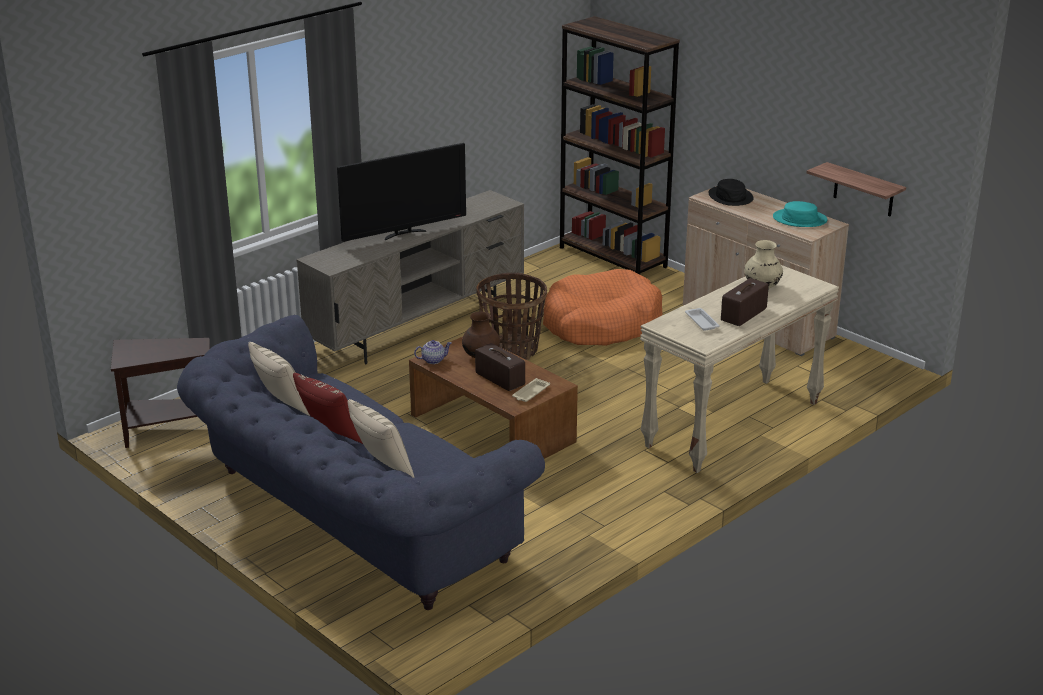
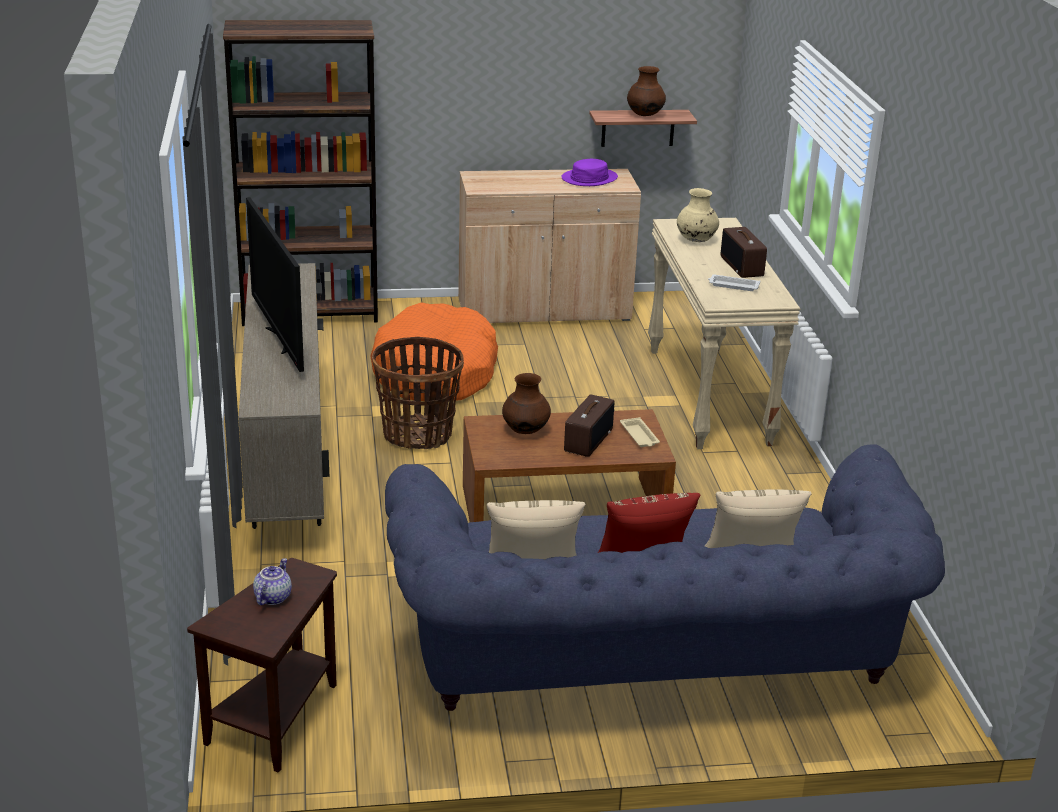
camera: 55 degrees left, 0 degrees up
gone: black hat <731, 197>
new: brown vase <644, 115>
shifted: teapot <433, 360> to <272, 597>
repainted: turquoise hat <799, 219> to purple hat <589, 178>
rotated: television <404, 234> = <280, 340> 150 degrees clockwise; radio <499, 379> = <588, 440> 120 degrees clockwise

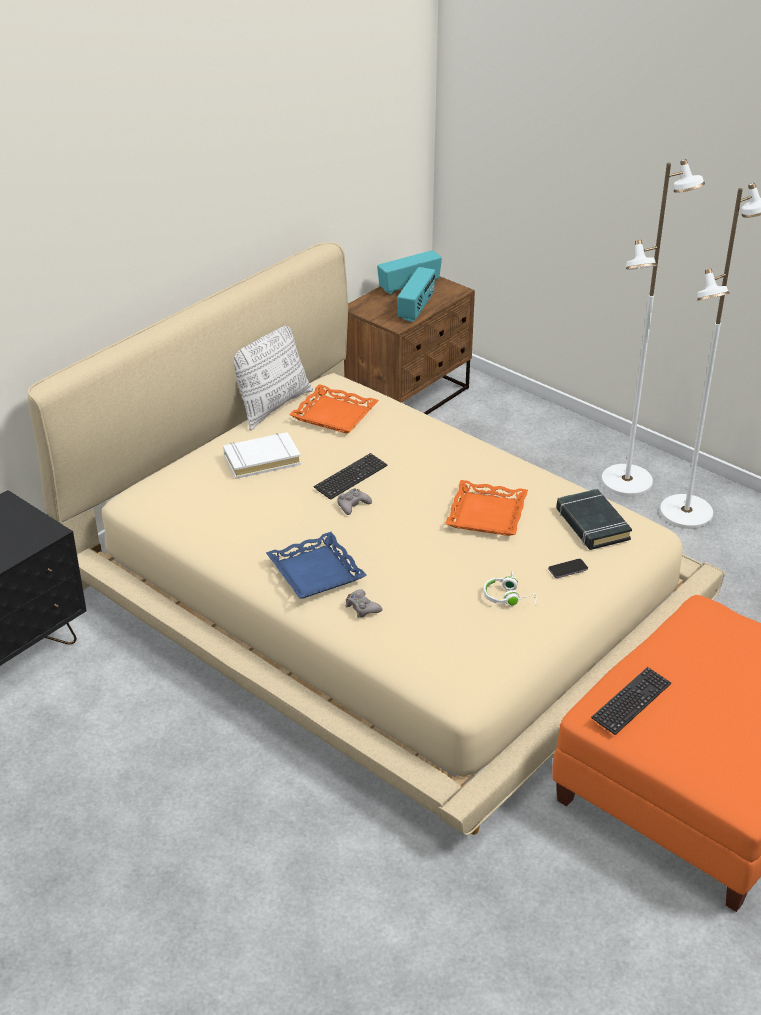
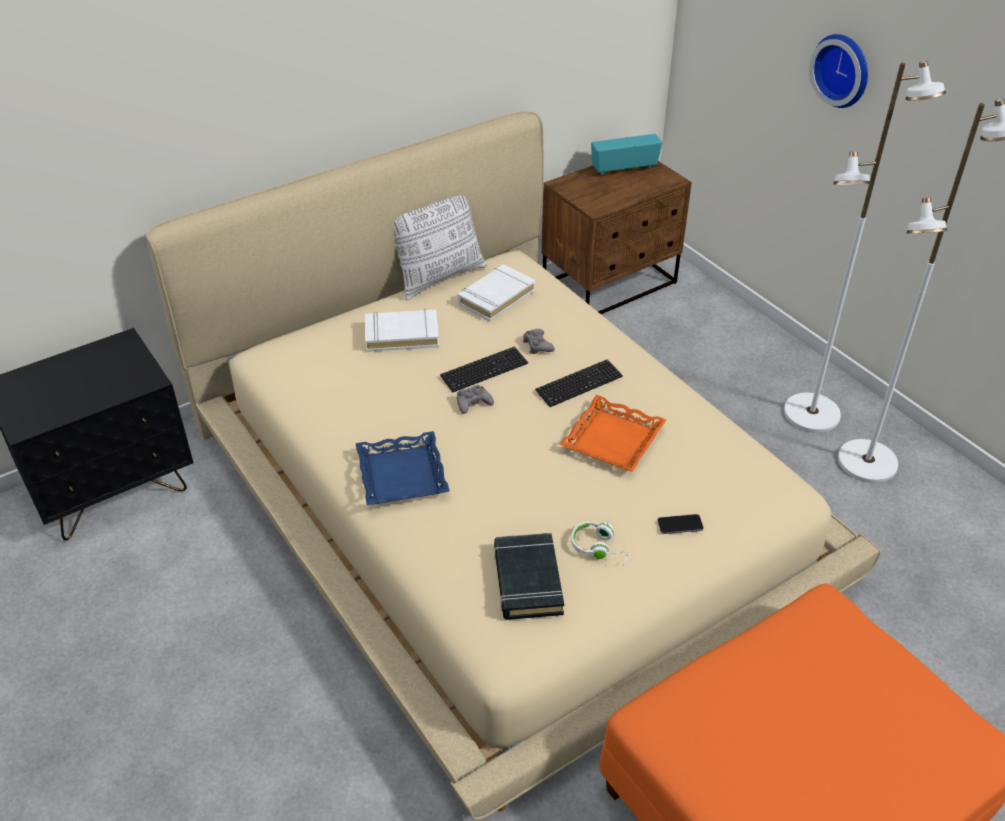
camera: 15 degrees right, 5 degrees up
gone: radio <416, 308>
new: wall clock <843, 69>
shifted: grey game controller <362, 608> to <537, 345>; black book <592, 524> to <527, 581>; keyboard <631, 702> to <579, 384>
swapped: orange tray <334, 415> to white book <496, 297>

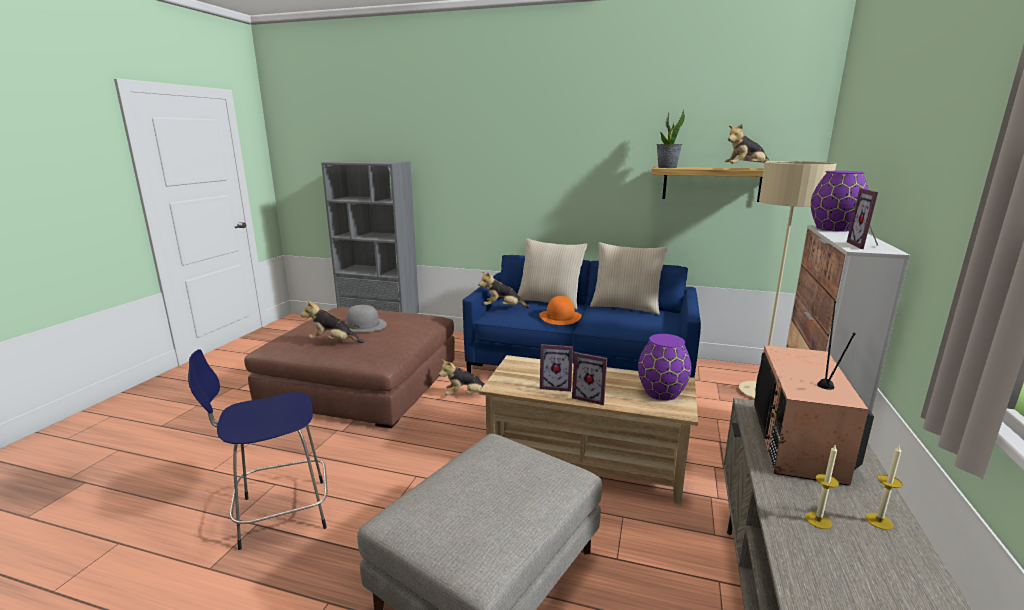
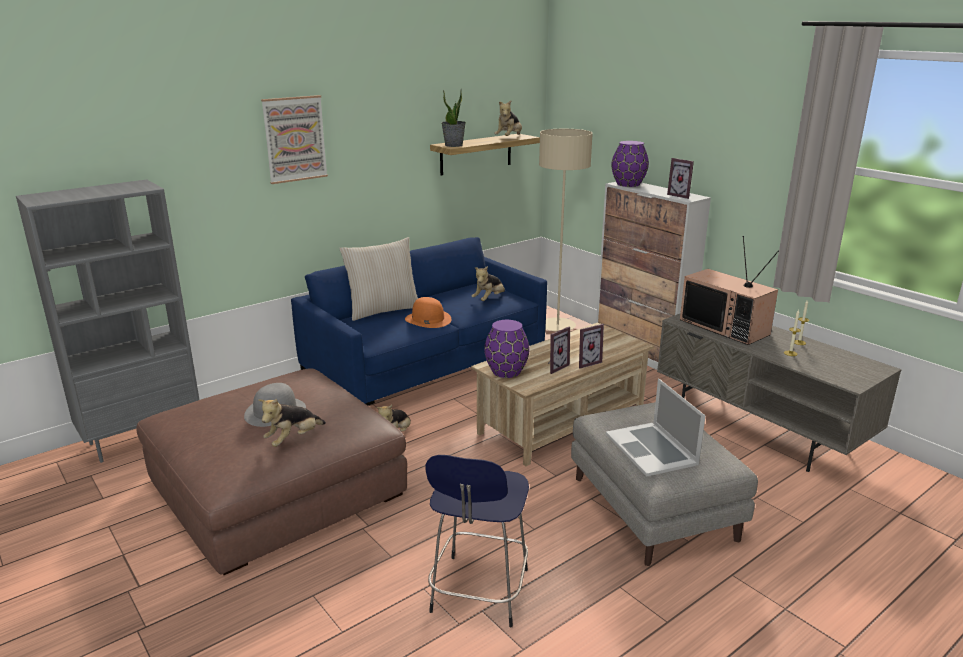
camera: 55 degrees left, 5 degrees up
gone: beige pillow <625, 307>
new: picture <294, 139>; laptop <651, 449>
shifted: plush toy <503, 308> to <489, 299>; purple vase <661, 392> to <506, 371>

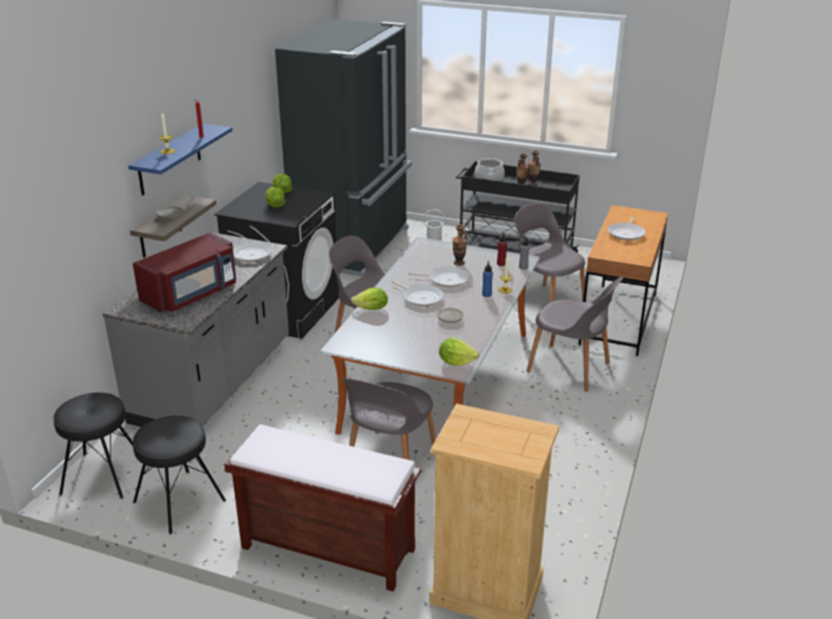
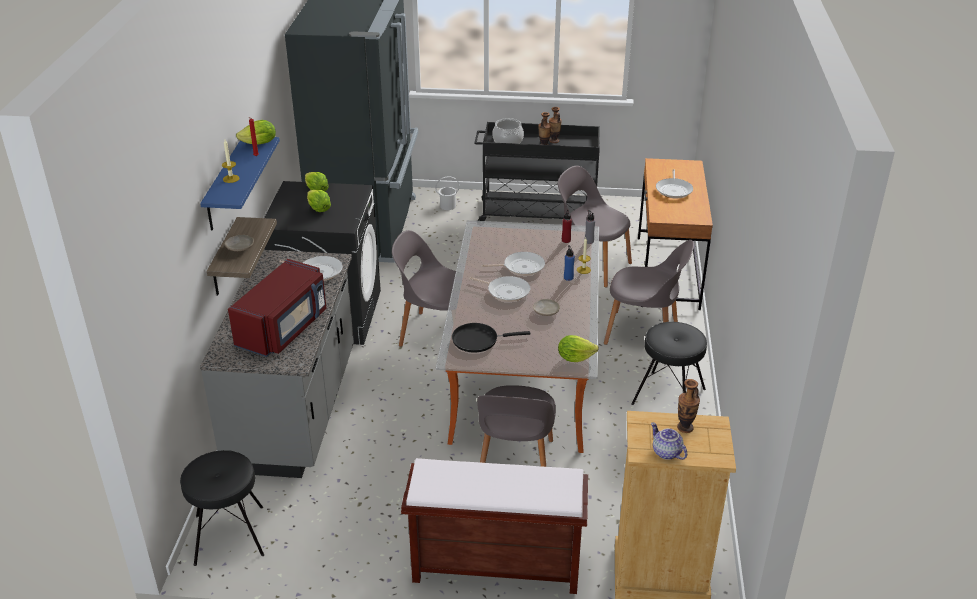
camera: 15 degrees left, 5 degrees up
new: black frying pan <478, 340>; teapot <666, 452>
shifted: black stool <180, 501> to <669, 396>; lettuce <371, 309> to <259, 143>; vase <459, 263> to <685, 427>

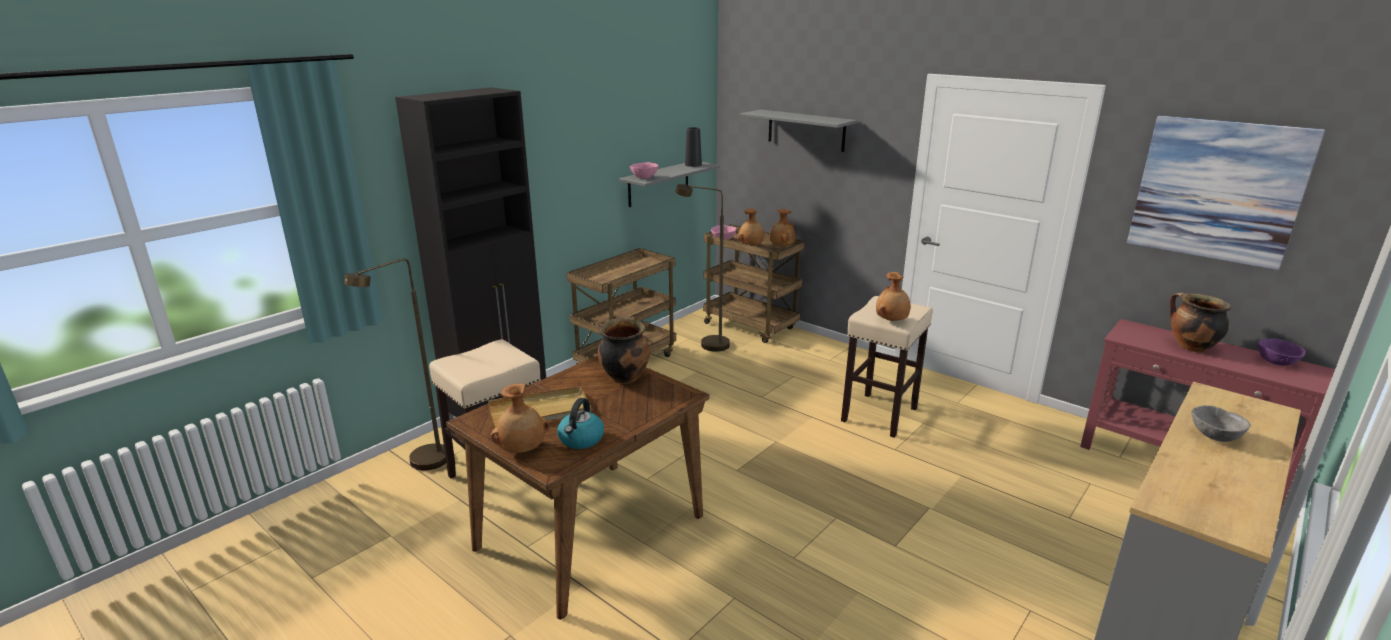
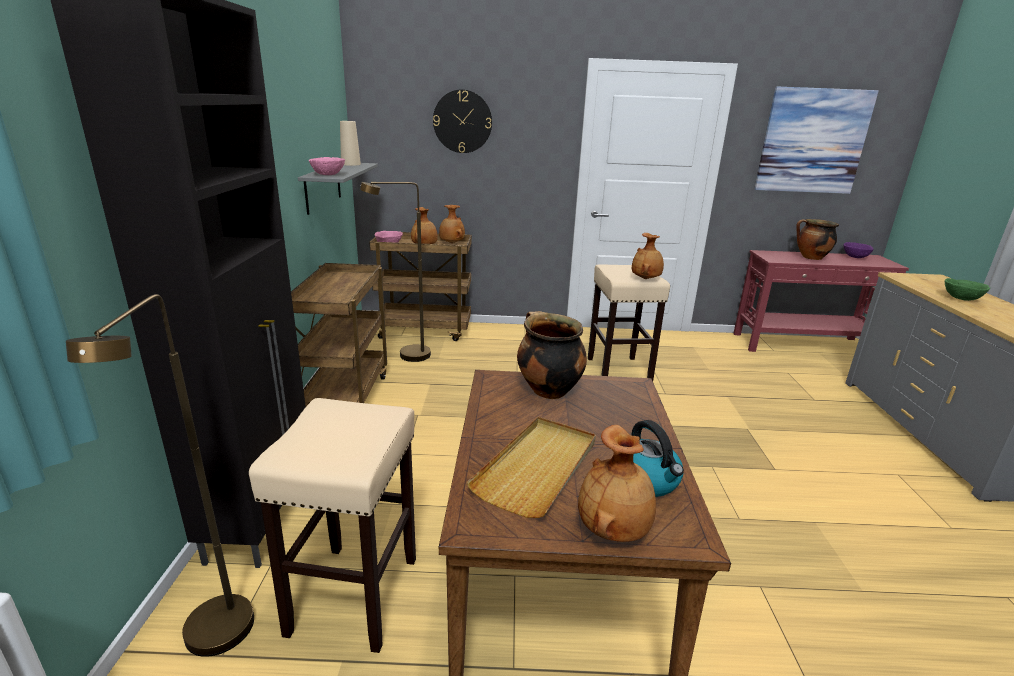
camera: 40 degrees left, 0 degrees up
swapped: grey shelf <806, 130> to wall clock <462, 121>
repainted: black vase <693, 165> to beige vase <350, 164>; grey bowl <1214, 436> to green bowl <960, 299>

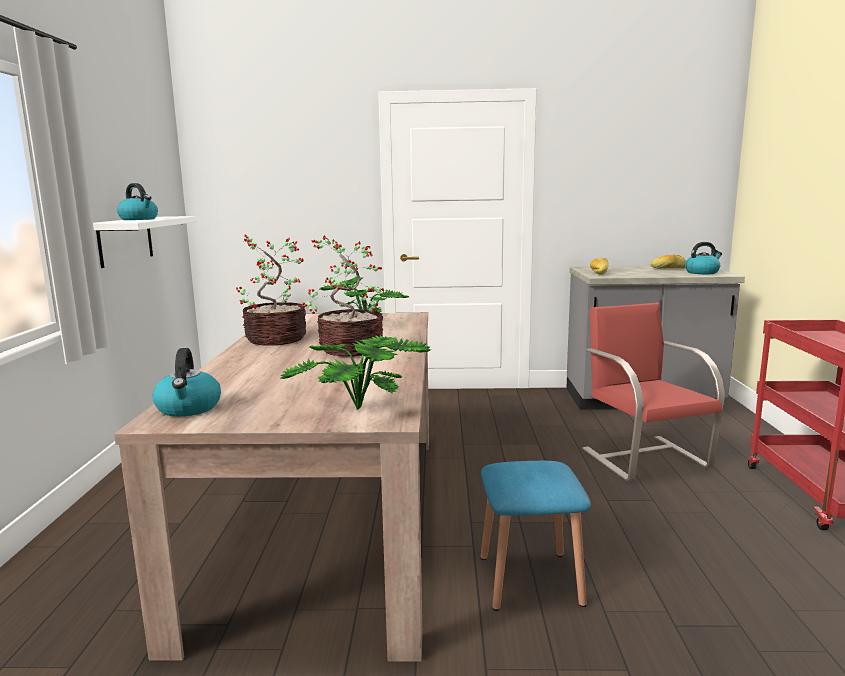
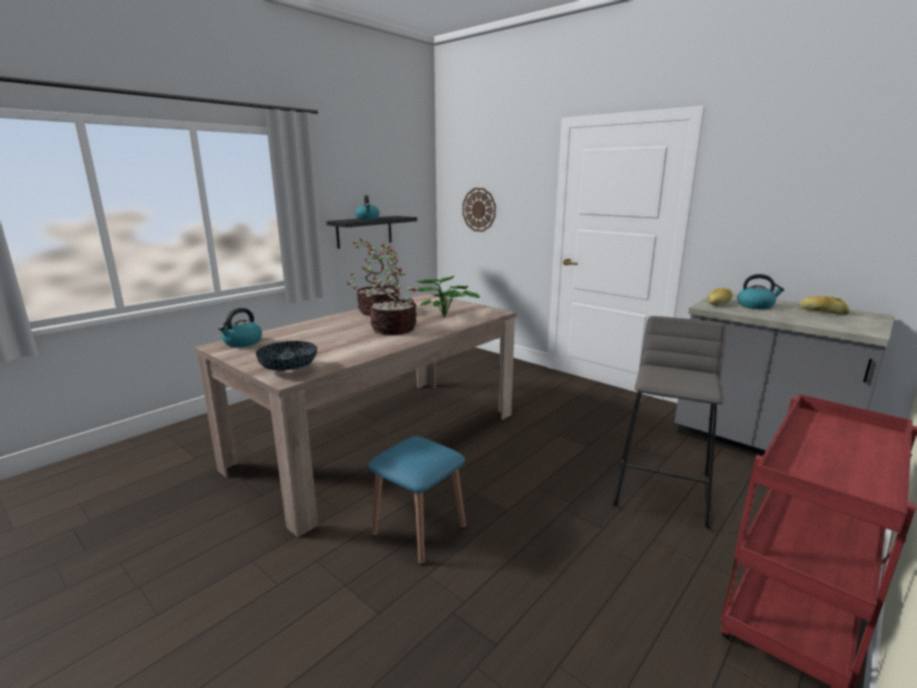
camera: 40 degrees right, 5 degrees up
new: wall clock <479, 209>
shifted: kettle <702, 272> to <755, 306>
swapped: potted plant <359, 412> to bowl <289, 369>; red chair <644, 457> to grey stool <662, 493>
repainted: white shelf <125, 240> to black shelf <364, 231>

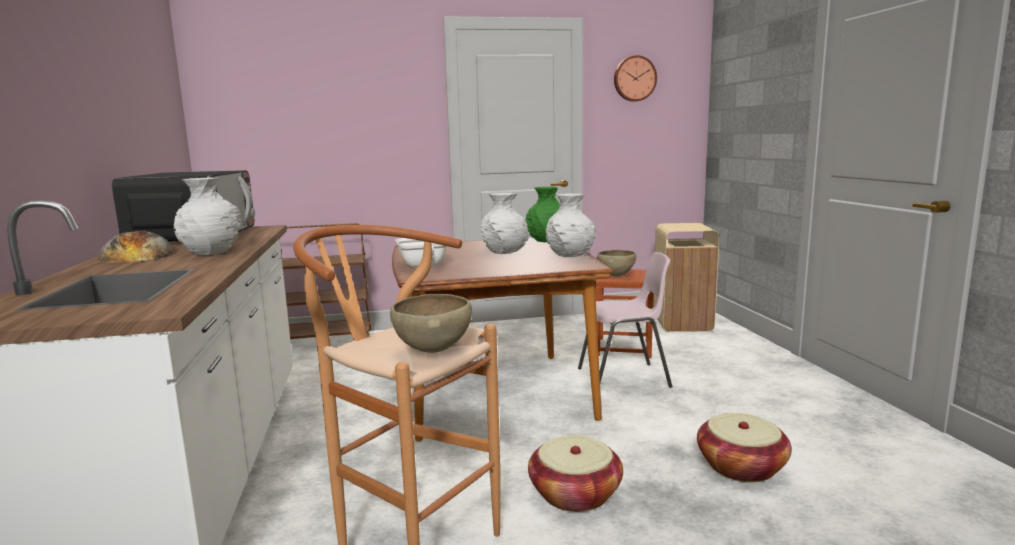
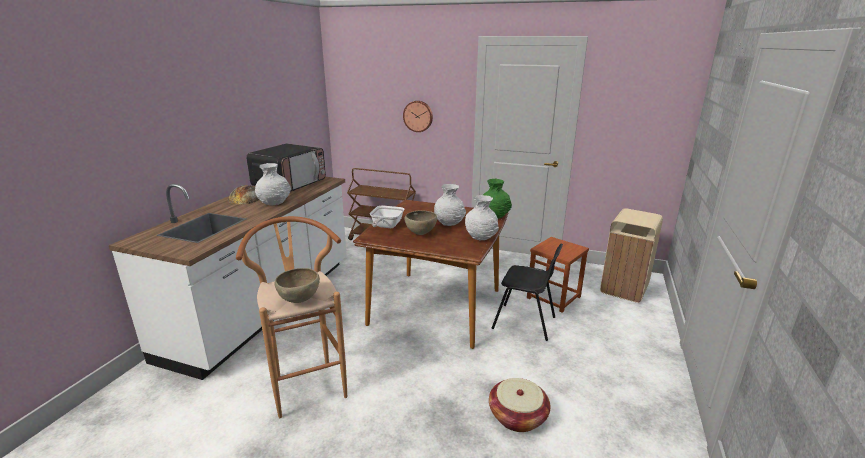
camera: 30 degrees right, 10 degrees up
gone: basket <575, 494>
shifted: brown bowl <616, 276> to <421, 234>; wall clock <634, 78> to <418, 116>
repainted: pink chair <624, 378> to black chair <524, 323>

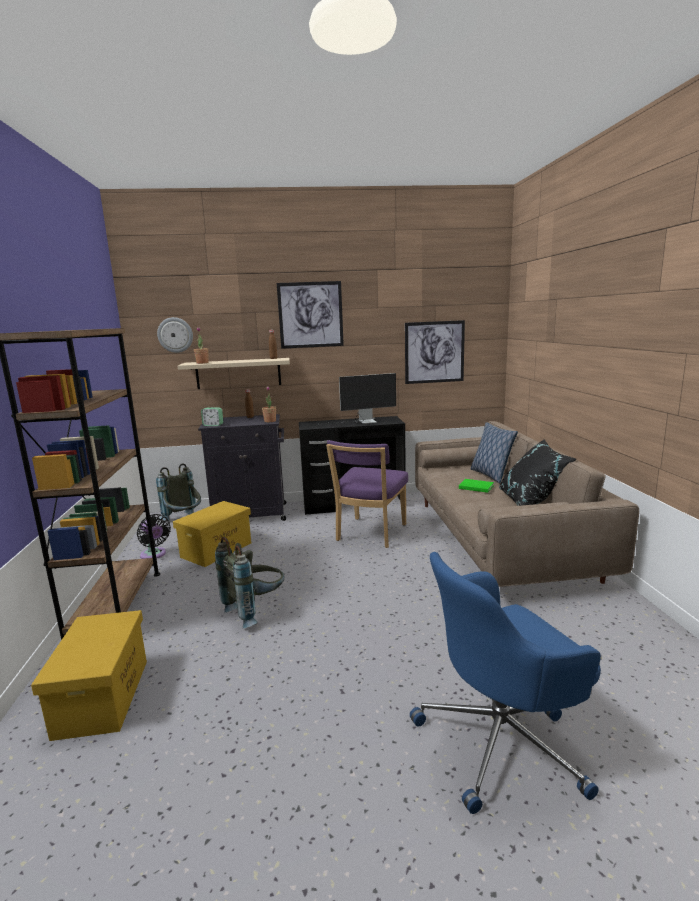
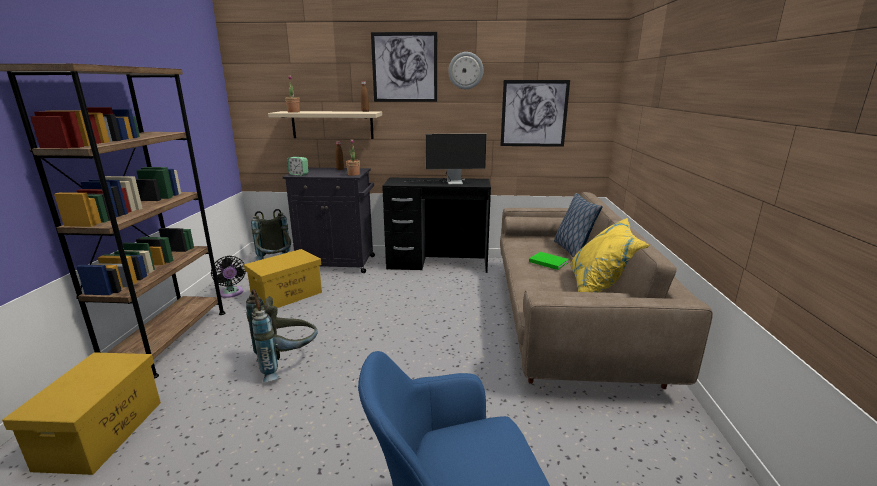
camera: 10 degrees right, 5 degrees up
gone: purple chair <369, 534>
shifted: wall clock <175, 335> to <465, 70>
repainted: black pillow <532, 503> to yellow pillow <600, 288>

